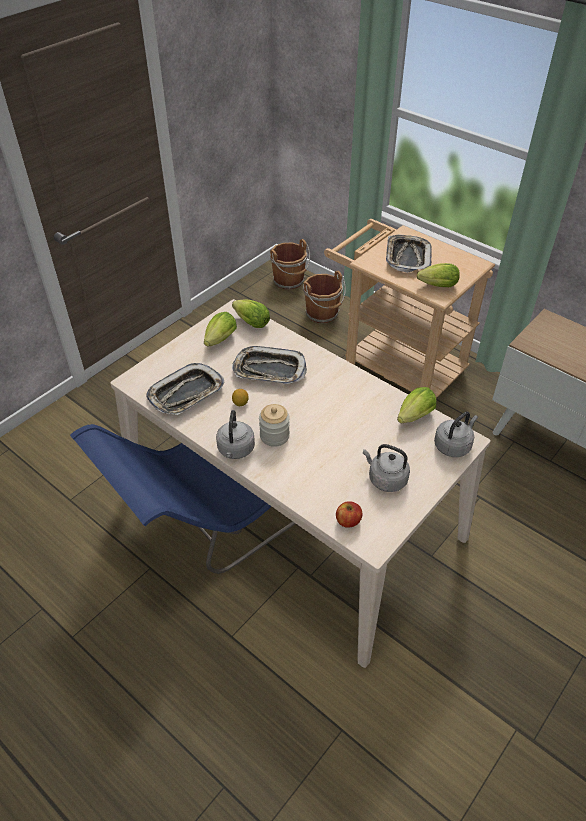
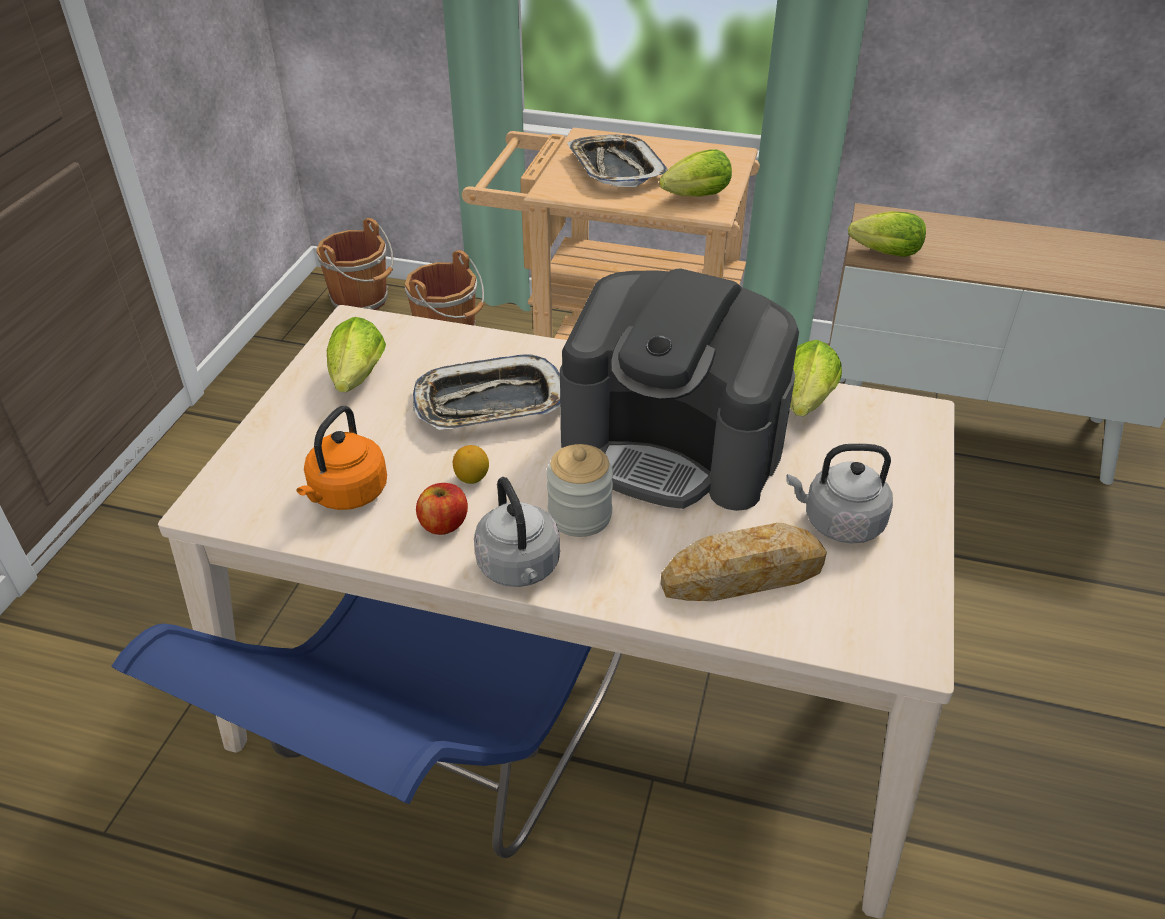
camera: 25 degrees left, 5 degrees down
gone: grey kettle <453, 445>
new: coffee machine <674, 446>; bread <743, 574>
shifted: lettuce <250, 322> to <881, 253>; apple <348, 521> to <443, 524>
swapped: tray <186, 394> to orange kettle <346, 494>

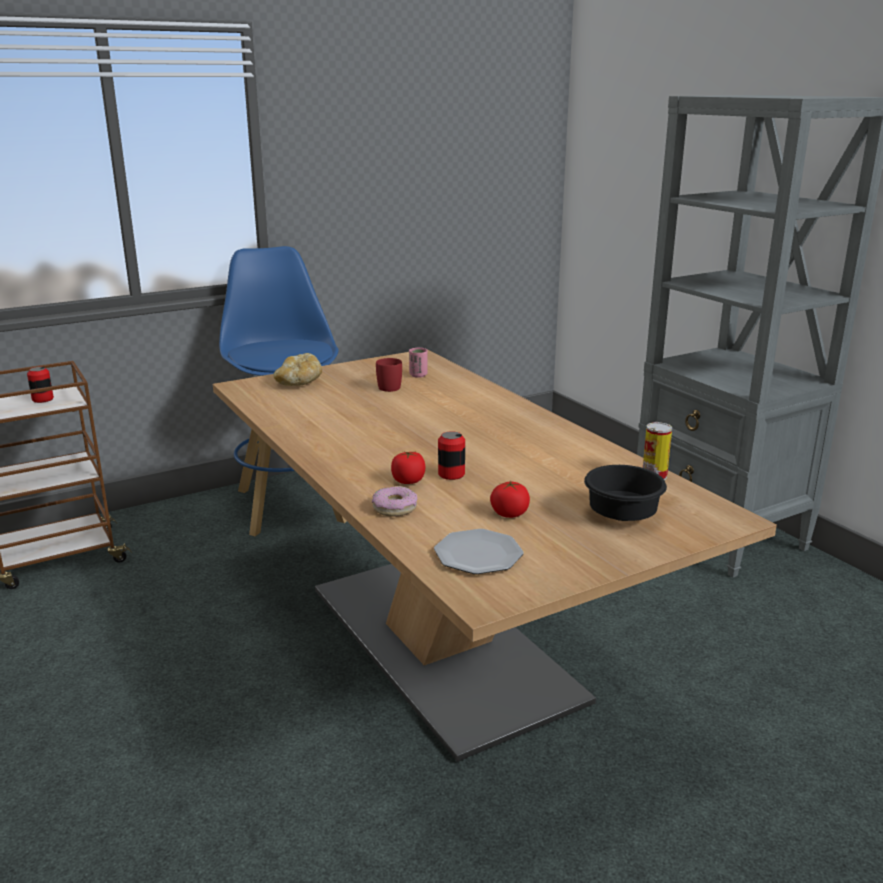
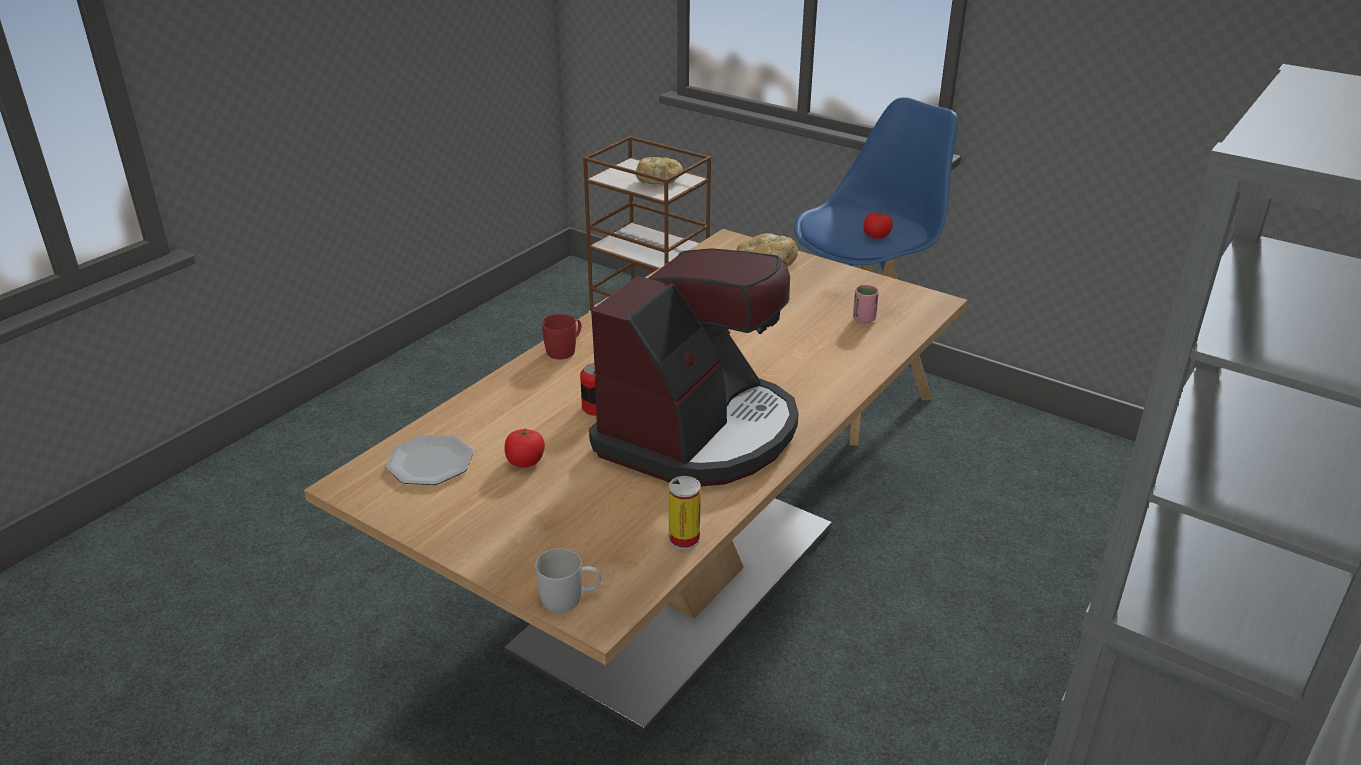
camera: 65 degrees right, 10 degrees up
gone: donut <394, 508>; black bowl <619, 515>
new: white mug <570, 599>; coffee machine <699, 432>
shifted: red mug <387, 386> to <565, 350>; tomato <408, 481> to <876, 236>
swapped: can <43, 399> to bread <658, 181>

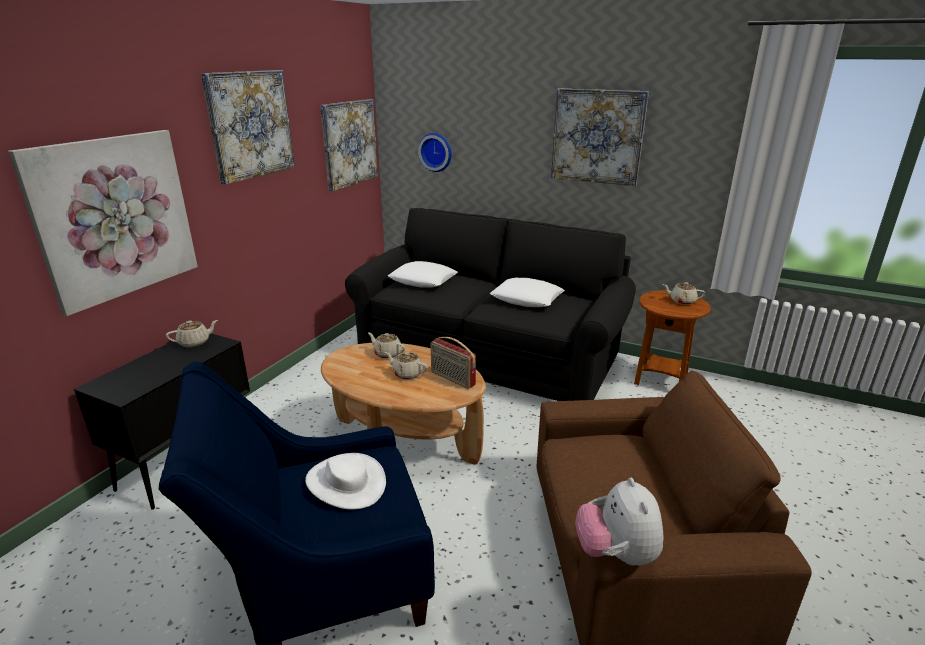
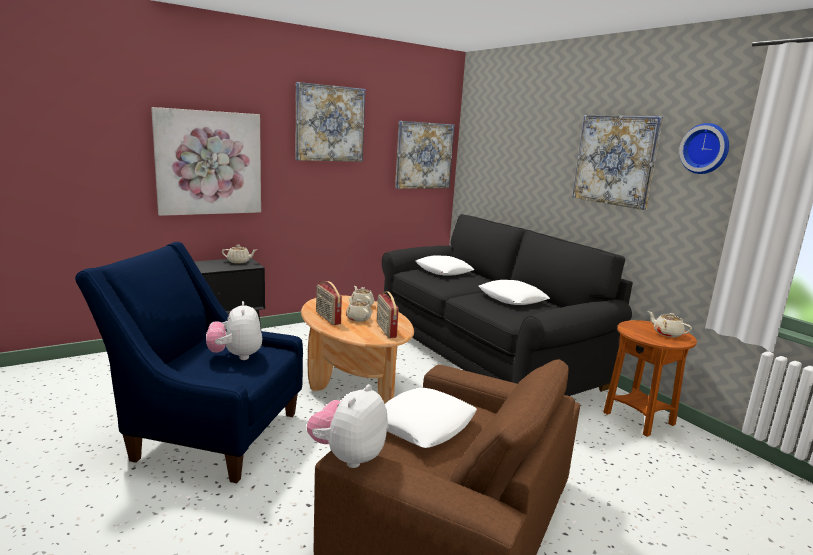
camera: 30 degrees right, 10 degrees down
new: radio <327, 318>; white pillow <424, 425>
shifted: wall clock <436, 152> to <706, 149>
swapped: white hat <346, 482> to plush toy <236, 356>

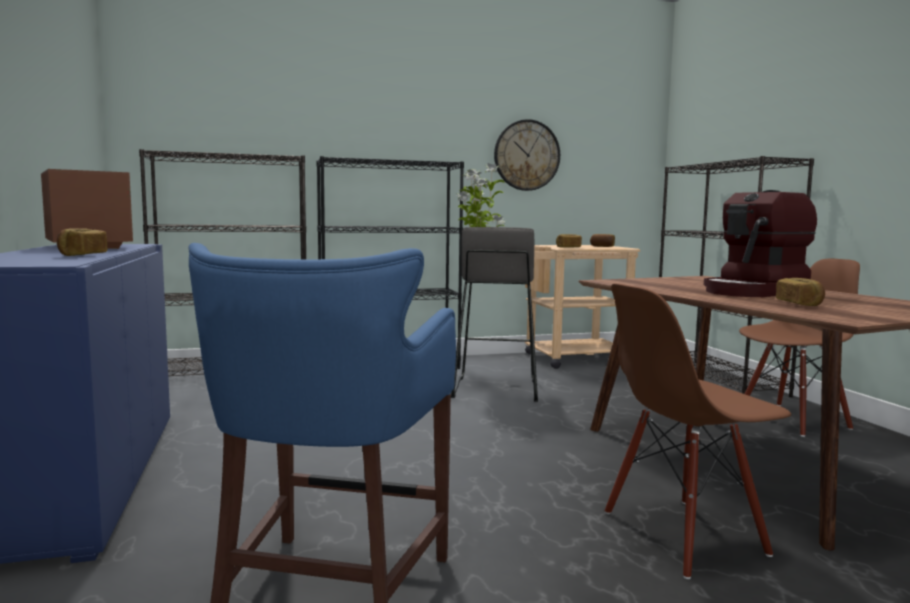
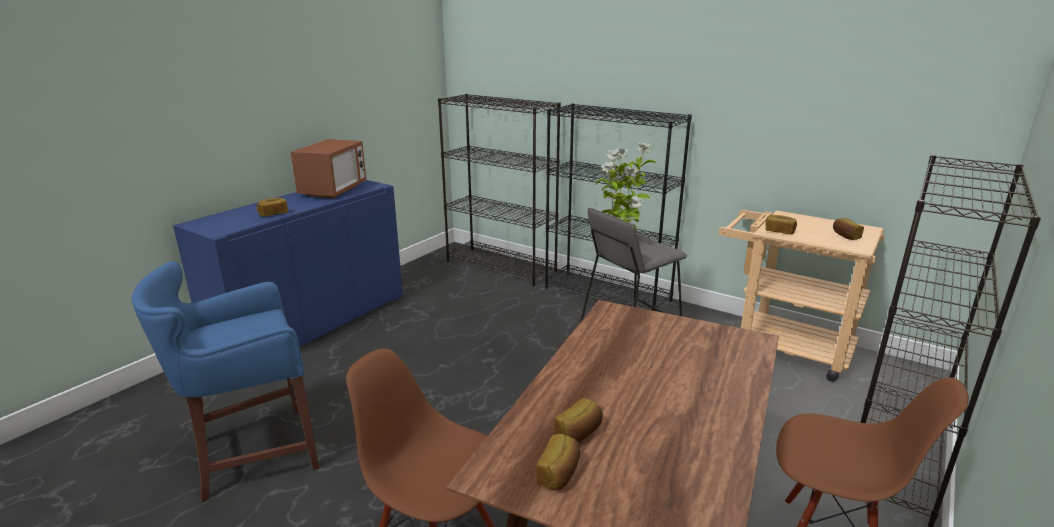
camera: 50 degrees right, 15 degrees up
gone: wall clock <526, 155>; coffee machine <755, 291>
new: bread <560, 473>

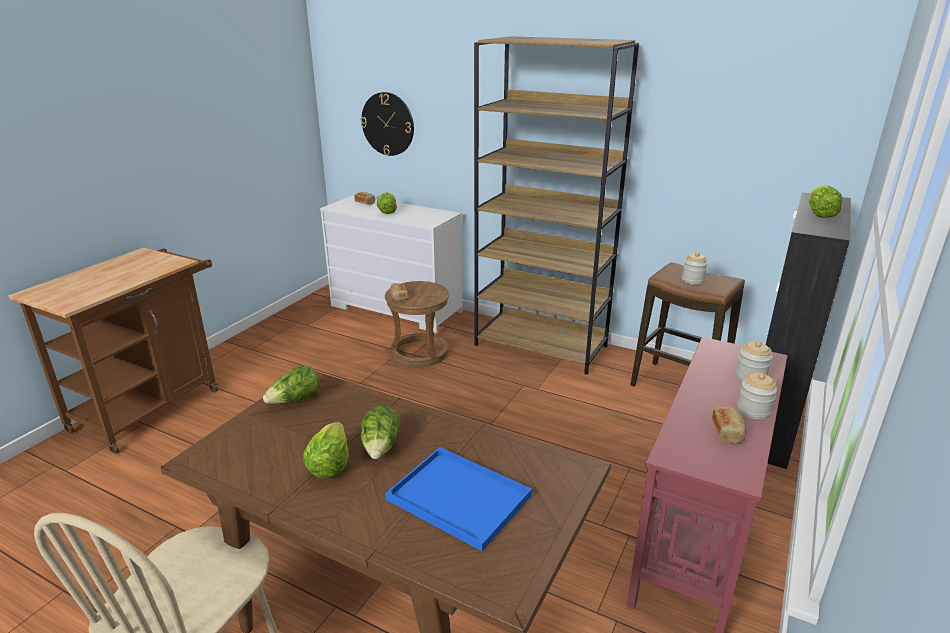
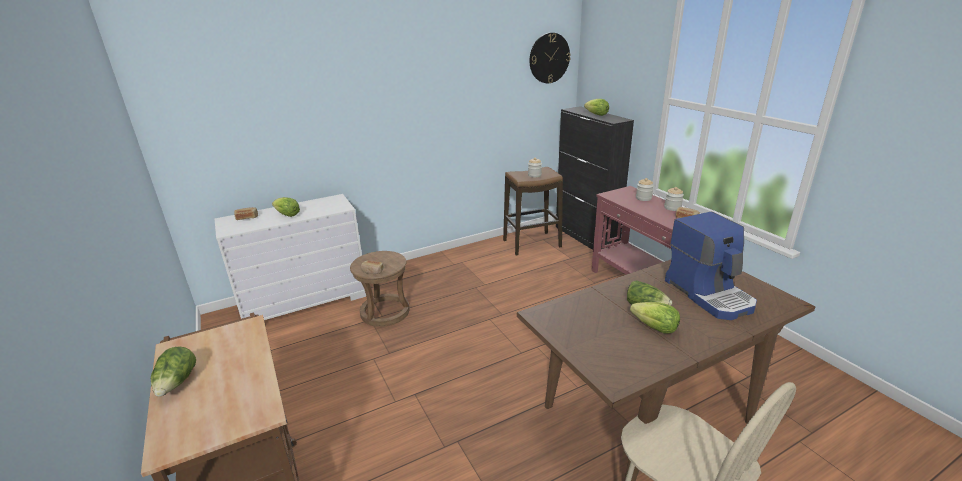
camera: 55 degrees left, 0 degrees up
gone: brown bookcase <541, 346>
shifted: lettuce <295, 401> to <177, 383>; wall clock <388, 124> to <549, 58>
swapped: blue tray <462, 498> to coffee machine <709, 294>

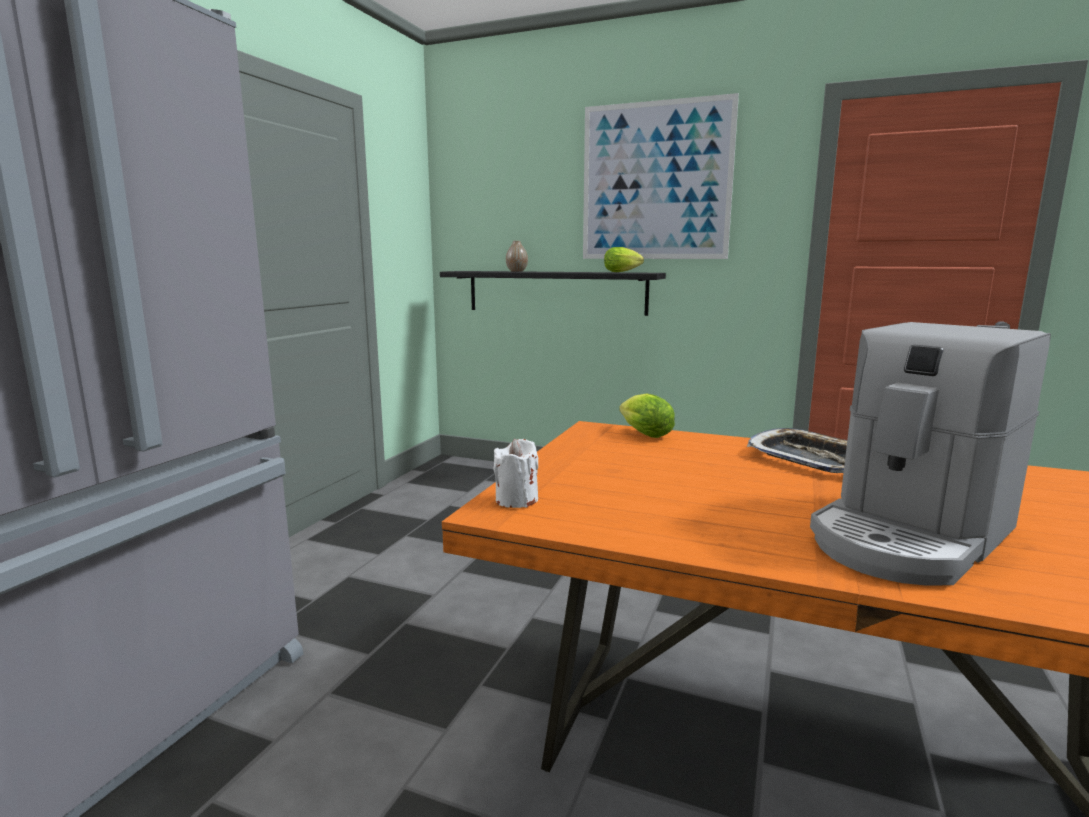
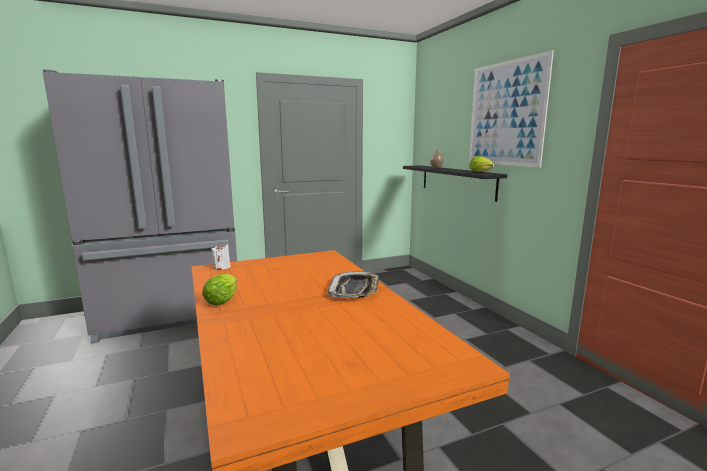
camera: 45 degrees right, 0 degrees up
gone: coffee machine <910, 537>
shifted: lettuce <642, 434> to <223, 300>

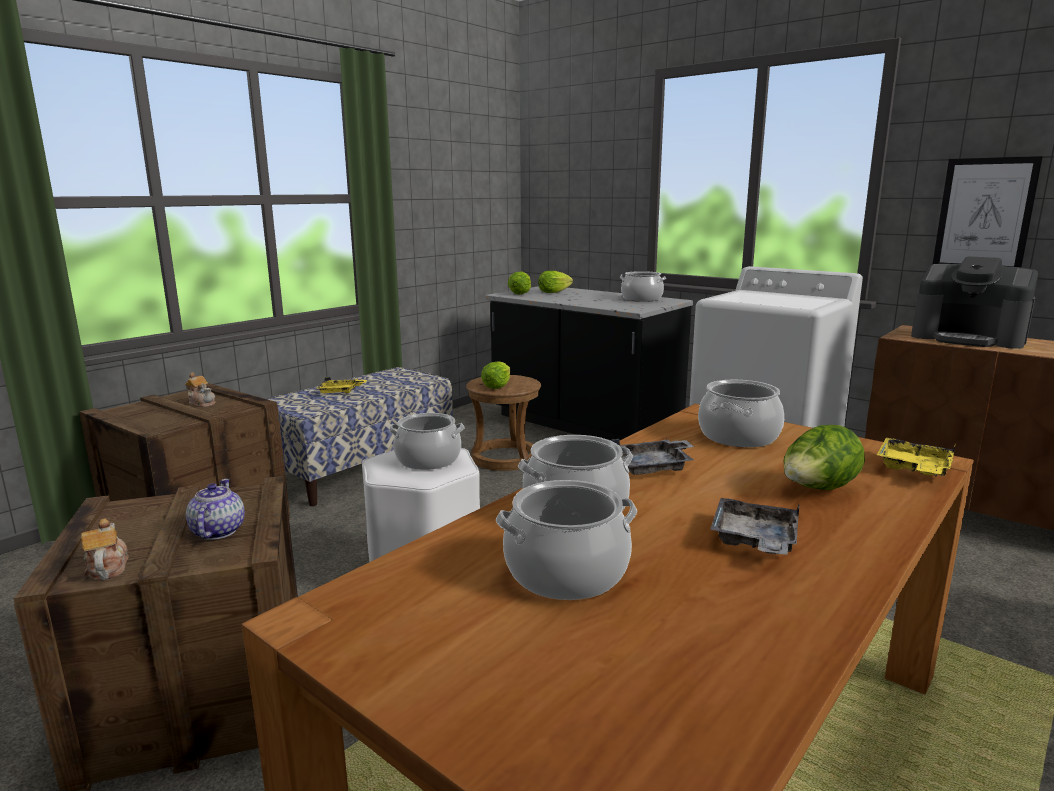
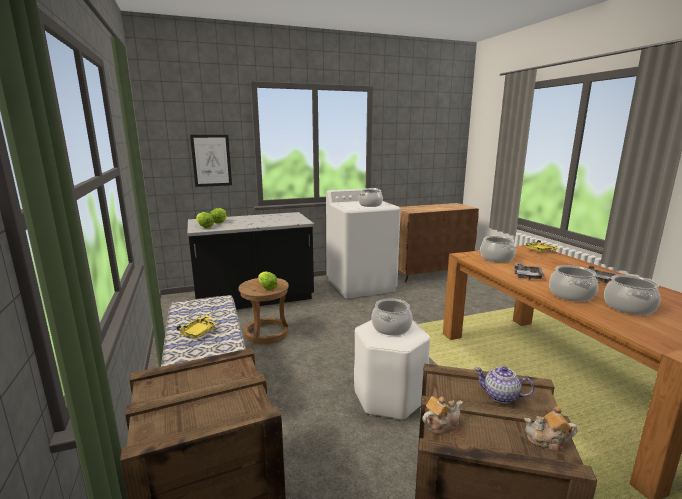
camera: 60 degrees left, 0 degrees up
gone: lettuce <817, 490>; coffee machine <968, 338>
shifted: teapot <202, 403> to <441, 424>; cooking pot <642, 299> to <370, 205>; picture <984, 215> to <211, 160>

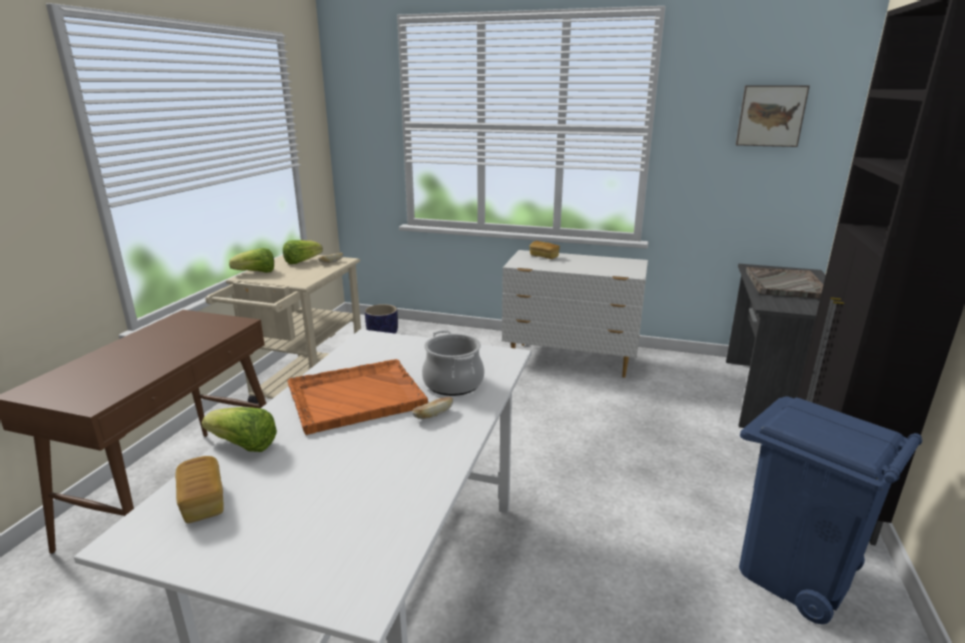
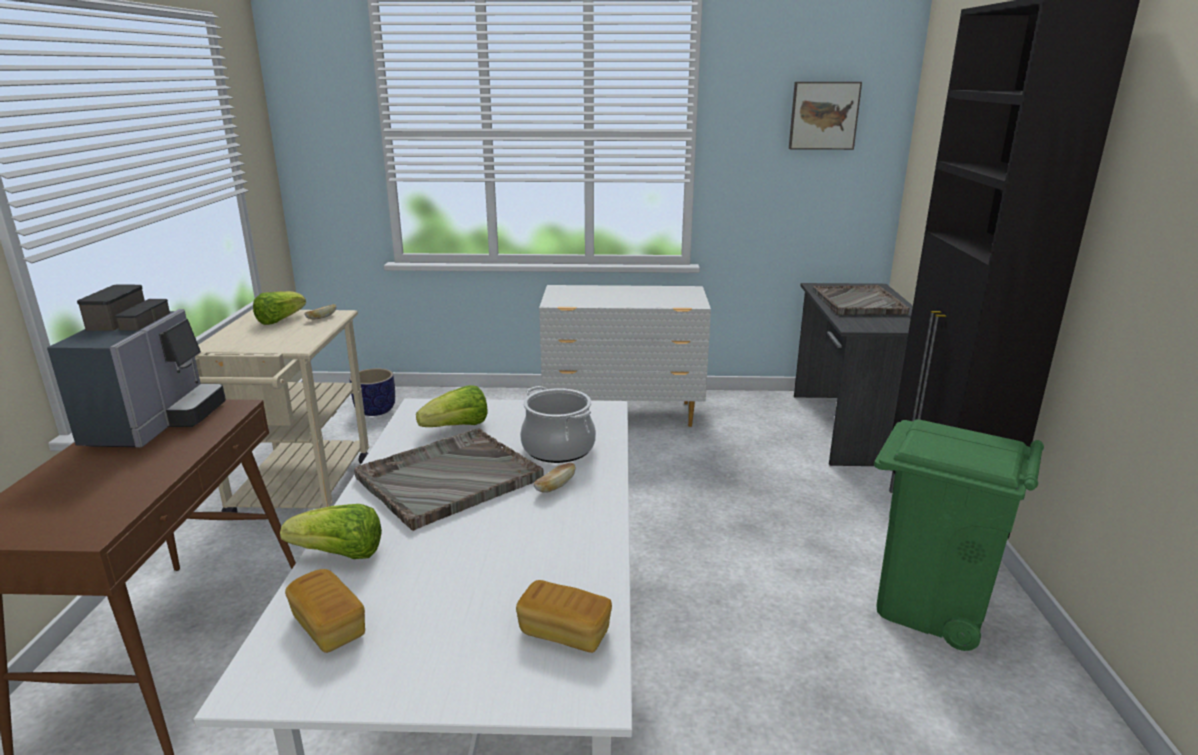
camera: 15 degrees left, 0 degrees up
new: coffee machine <155, 422>
shifted: lettuce <256, 273> to <457, 427>; bread <544, 256> to <564, 632>
repainted: orange tray <355, 397> to grey tray <447, 479>; blue trash can <793, 574> to green trash can <929, 607>

